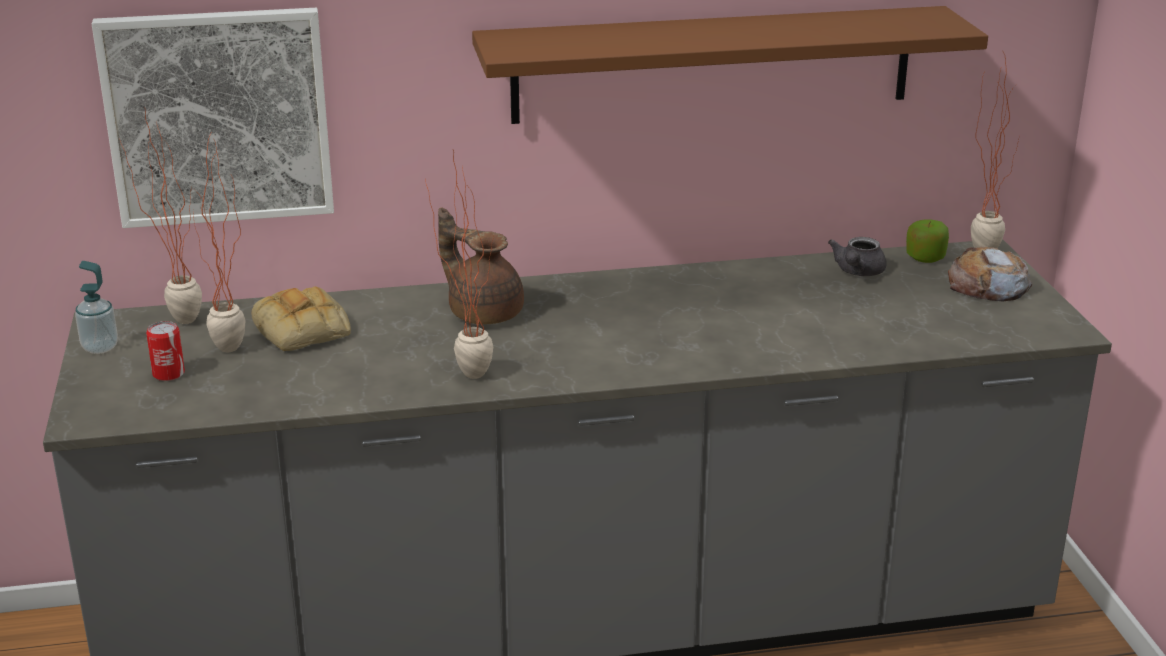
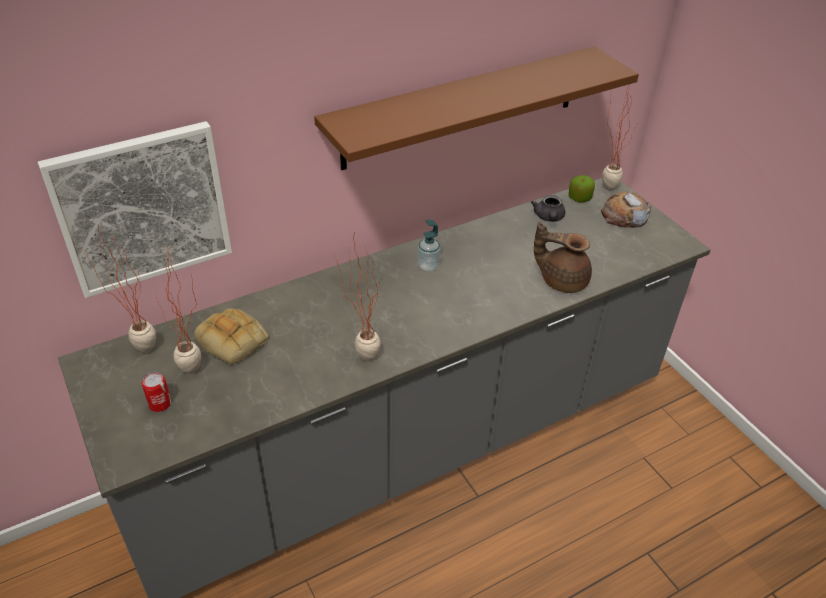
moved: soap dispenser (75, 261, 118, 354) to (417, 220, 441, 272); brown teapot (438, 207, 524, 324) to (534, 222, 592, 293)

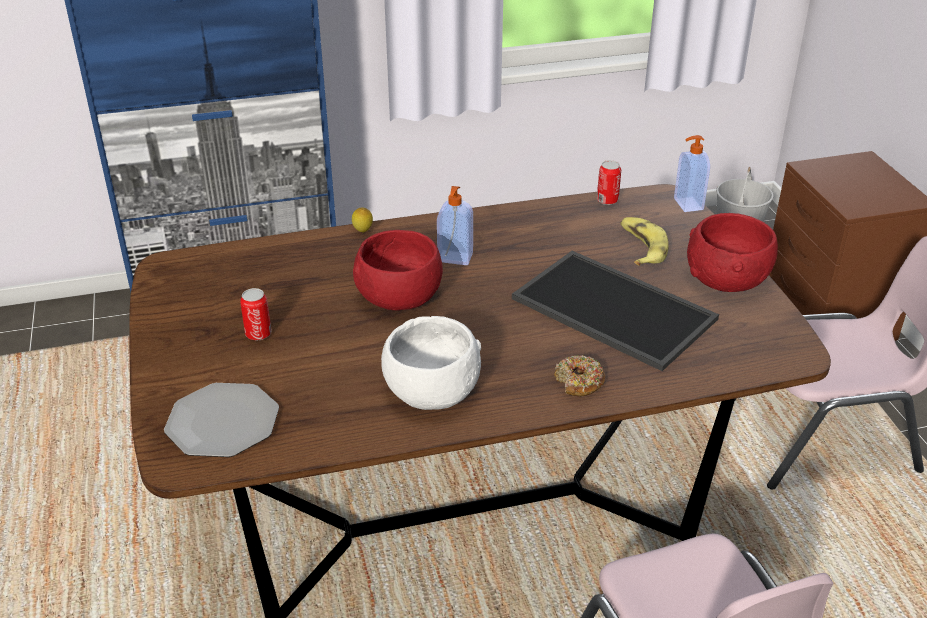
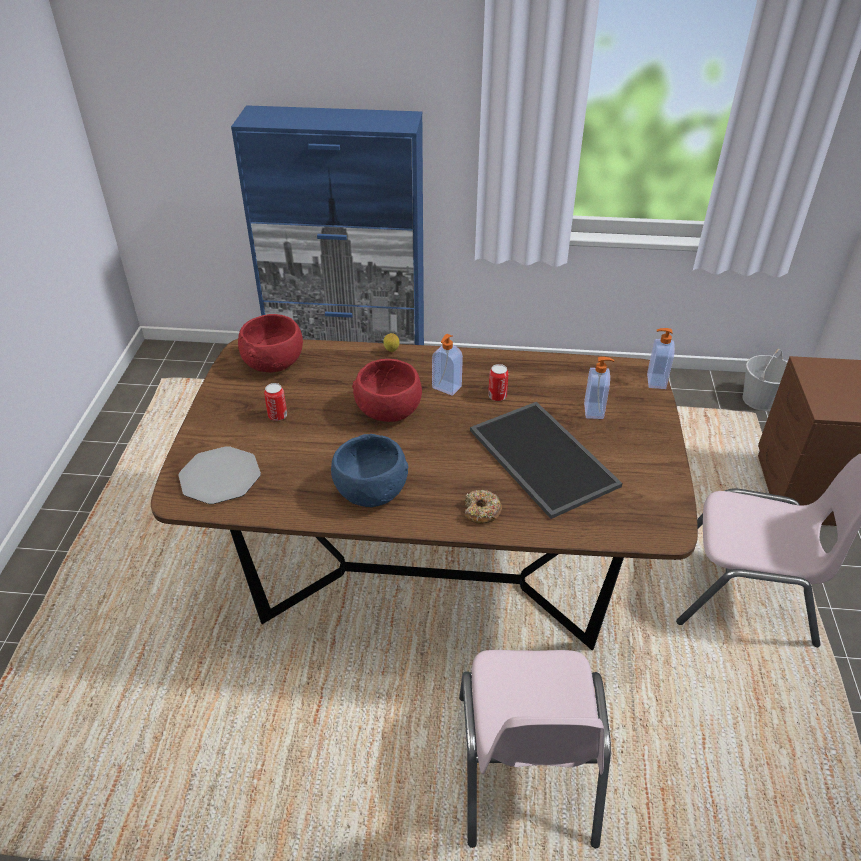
moved: red bowl (687, 213, 778, 292) to (238, 314, 303, 373); can (597, 160, 621, 205) to (488, 364, 509, 401)
replaced: banana (620, 217, 669, 266) to soap dispenser (584, 357, 614, 419)
recoloured: white bowl (381, 316, 481, 410) to blue bowl (331, 434, 408, 507)

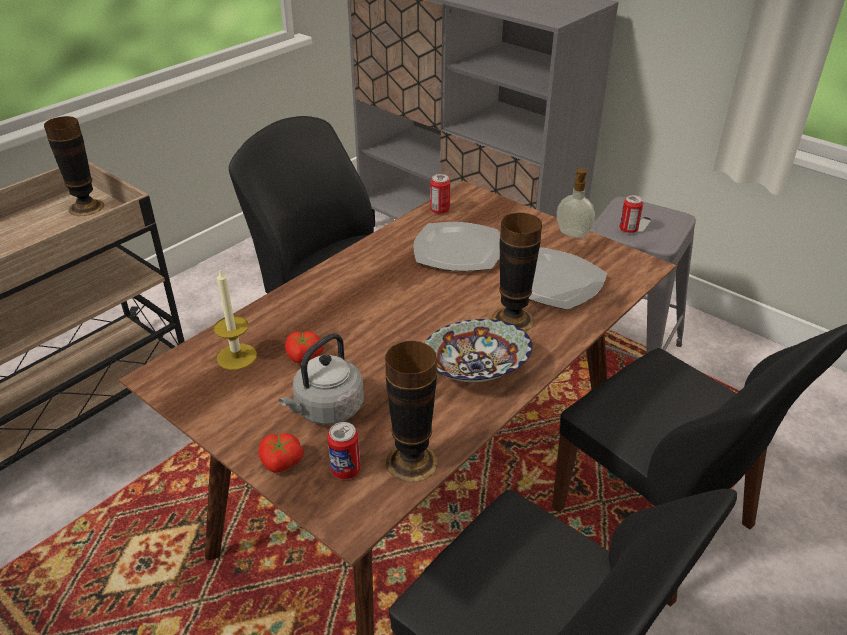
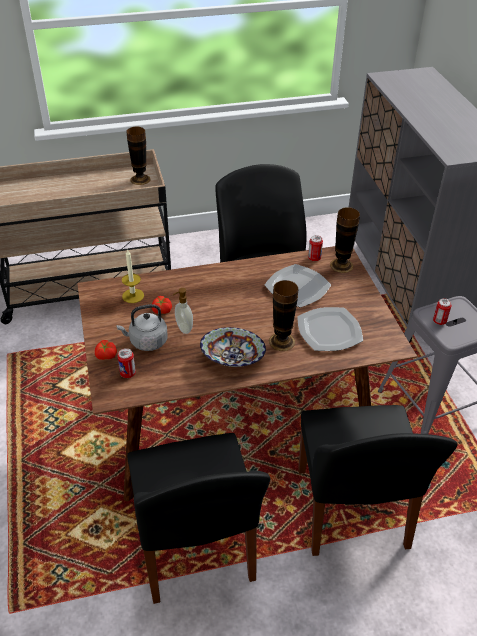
moved: soap dispenser (557, 168, 595, 238) to (173, 288, 193, 334); vase (385, 341, 438, 482) to (330, 207, 360, 273)

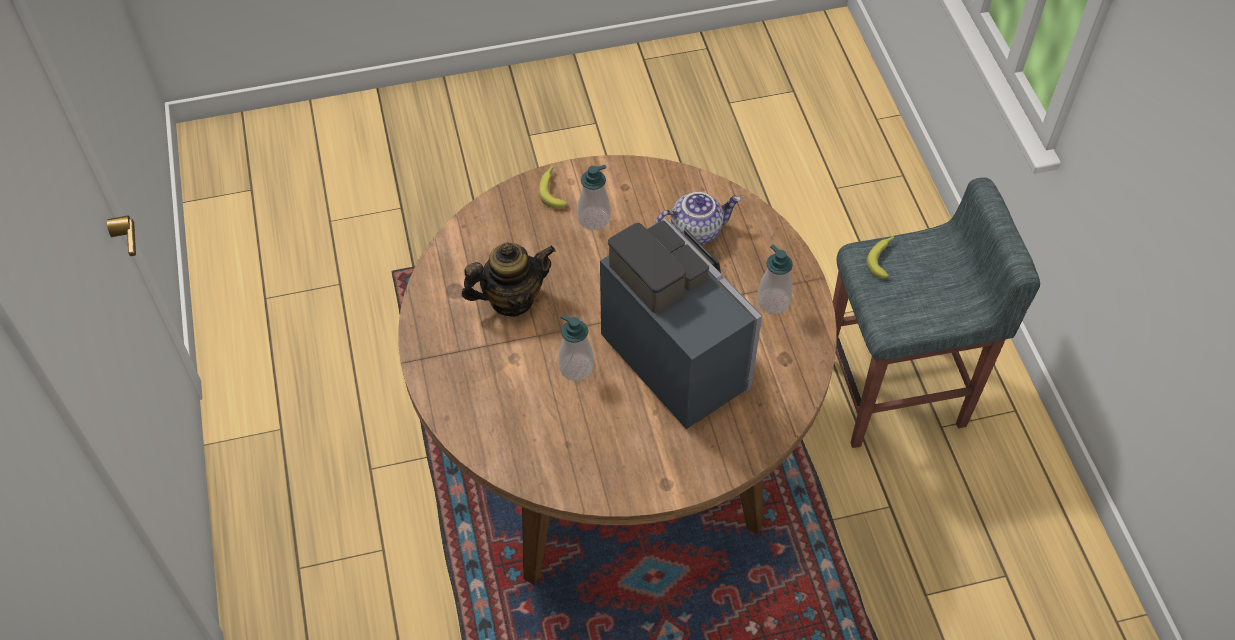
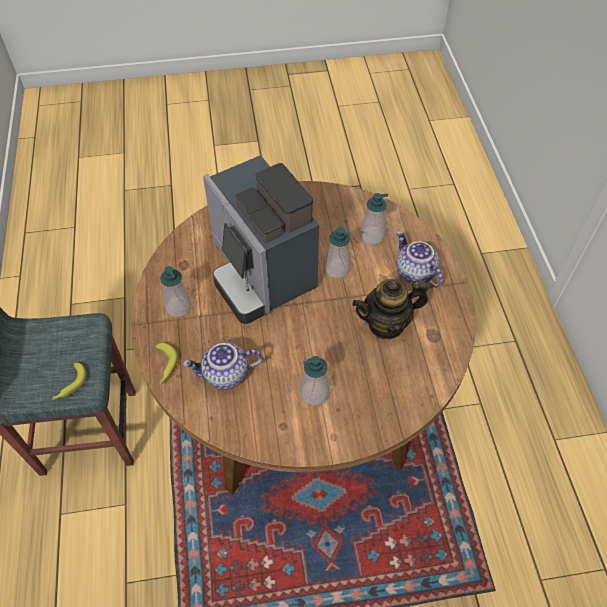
added: soap dispenser (360, 193, 388, 245); teapot (397, 231, 443, 287)
moved: banana (539, 165, 567, 209) to (155, 343, 178, 385)

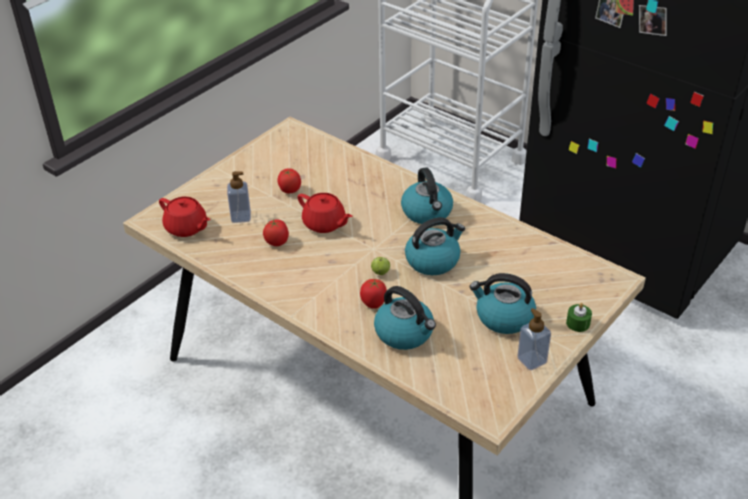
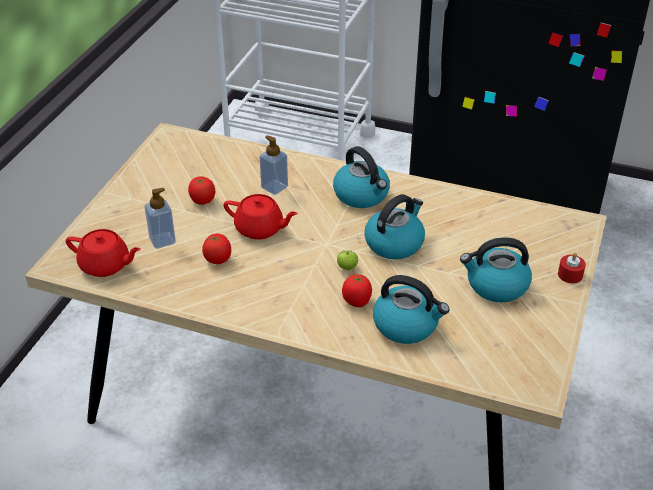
moved: soap dispenser (517, 308, 551, 370) to (260, 135, 288, 195)
recoloured: green candle (566, 303, 592, 332) to red candle (558, 252, 586, 283)

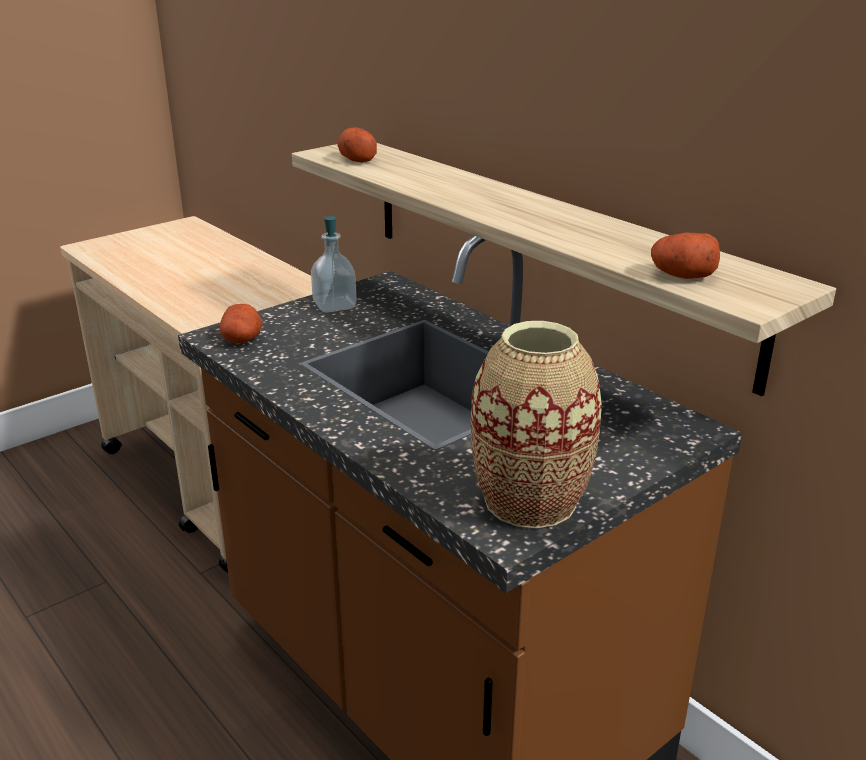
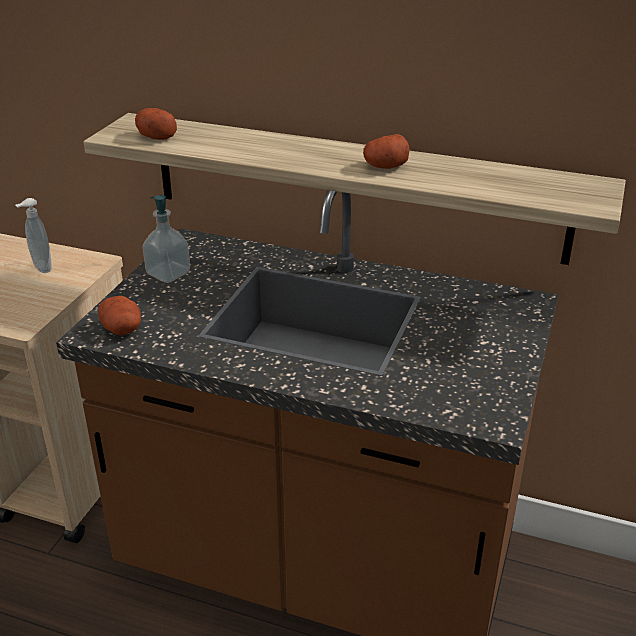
removed: vase (471, 321, 602, 529)
added: soap dispenser (16, 198, 52, 273)
moved: potato (651, 233, 720, 279) to (363, 134, 410, 169)

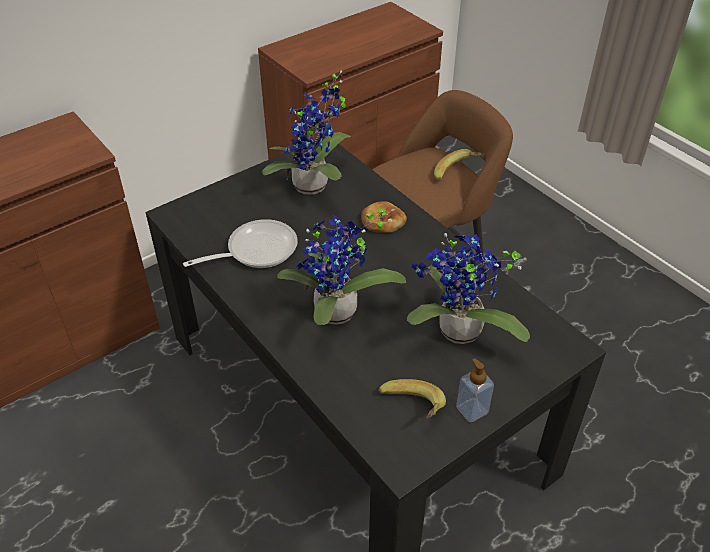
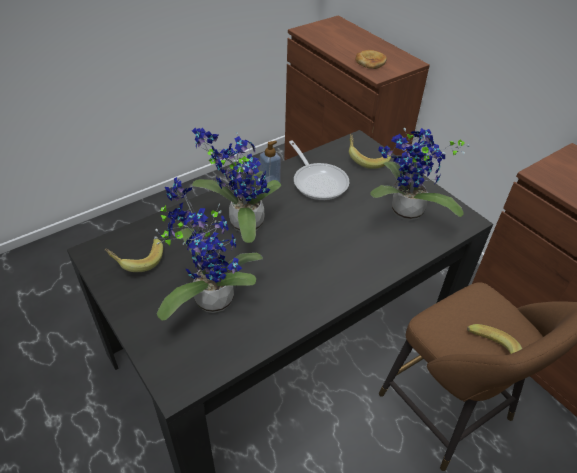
added: banana (349, 134, 391, 169)
moved: soap dispenser (456, 358, 494, 422) to (260, 141, 281, 183); bread (361, 201, 407, 233) to (355, 50, 387, 69)

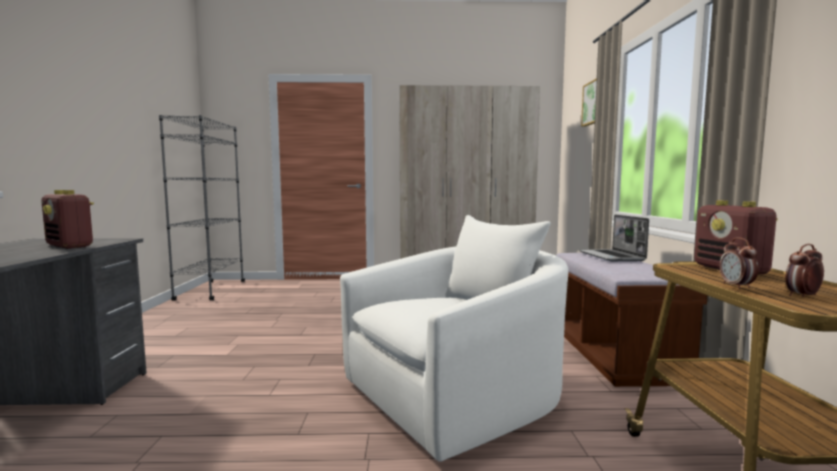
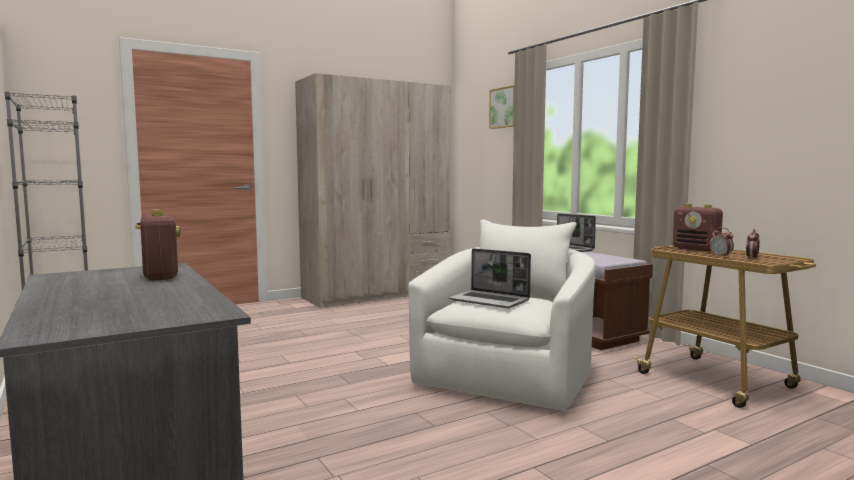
added: laptop (449, 248, 531, 308)
turned: radio (41, 190, 94, 249) = (135, 209, 181, 281) 120 degrees counterclockwise

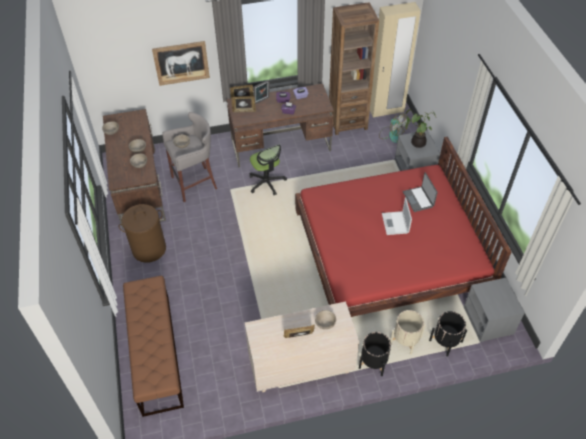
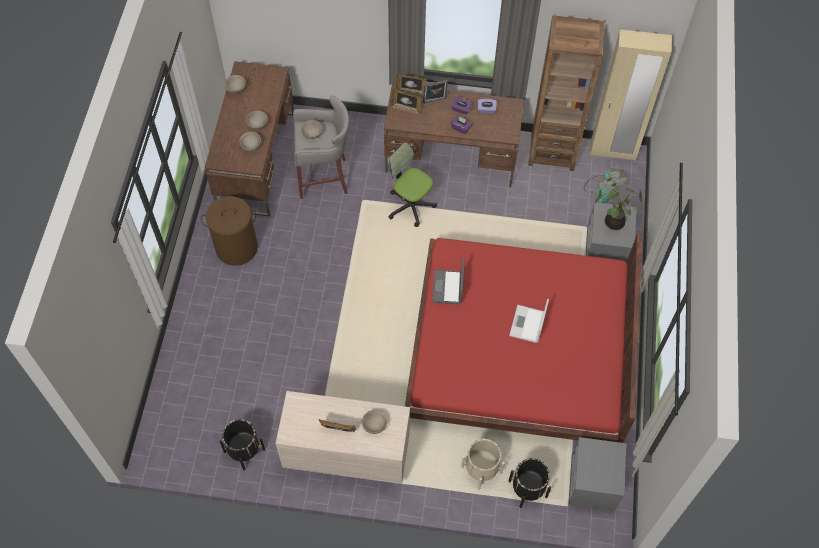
removed: brown bench (123, 276, 184, 417); picture (152, 41, 210, 86)
moved: black planter (359, 332, 391, 376) to (219, 419, 265, 470); laptop (403, 172, 438, 212) to (432, 258, 465, 304)
turned: office chair (250, 144, 287, 196) = (388, 143, 437, 227) 135 degrees clockwise

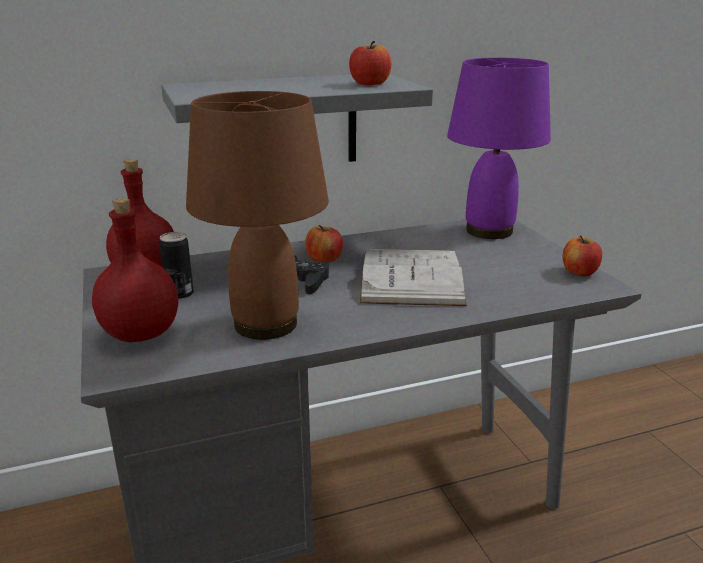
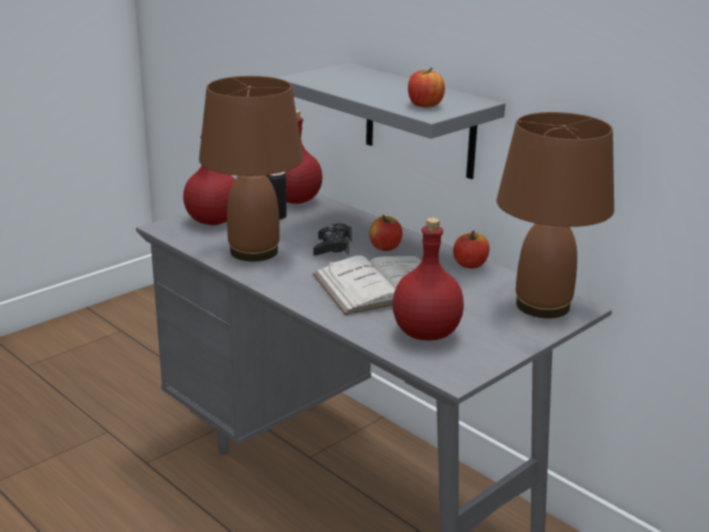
added: red bottle (392, 217, 464, 341)
moved: apple (563, 236, 602, 276) to (453, 231, 490, 268)
recoloured: purple table lamp (447, 57, 551, 239) to brown table lamp (496, 112, 614, 318)

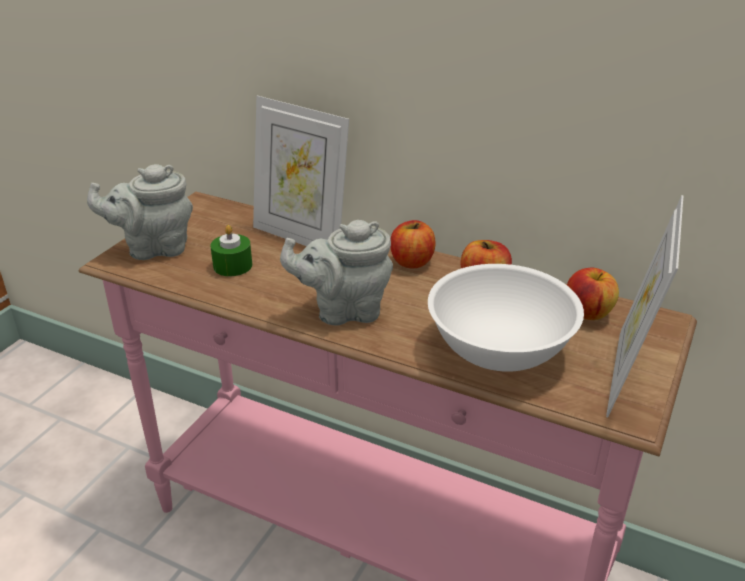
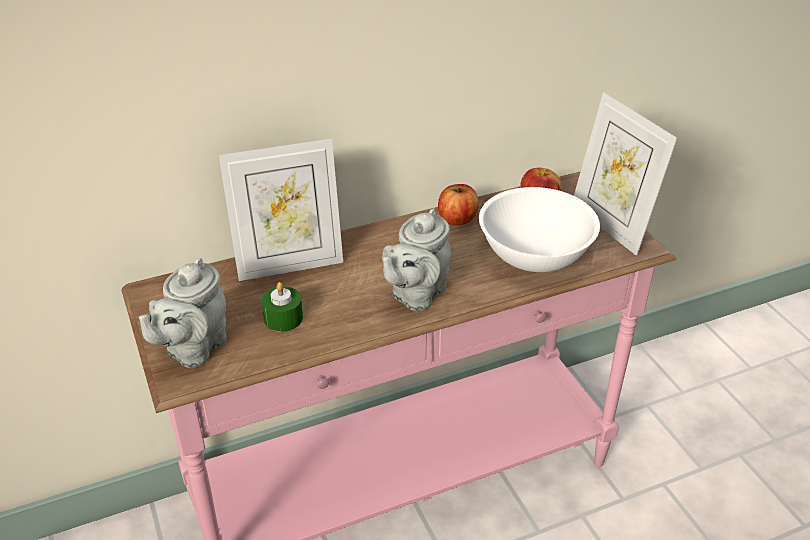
removed: apple (391, 220, 436, 268)

